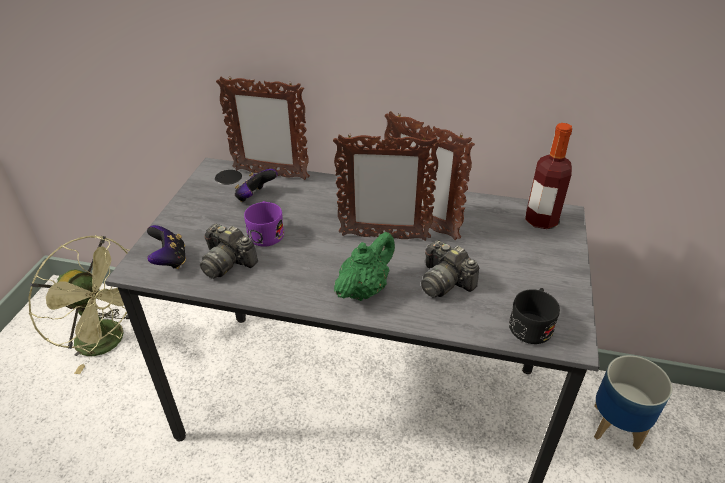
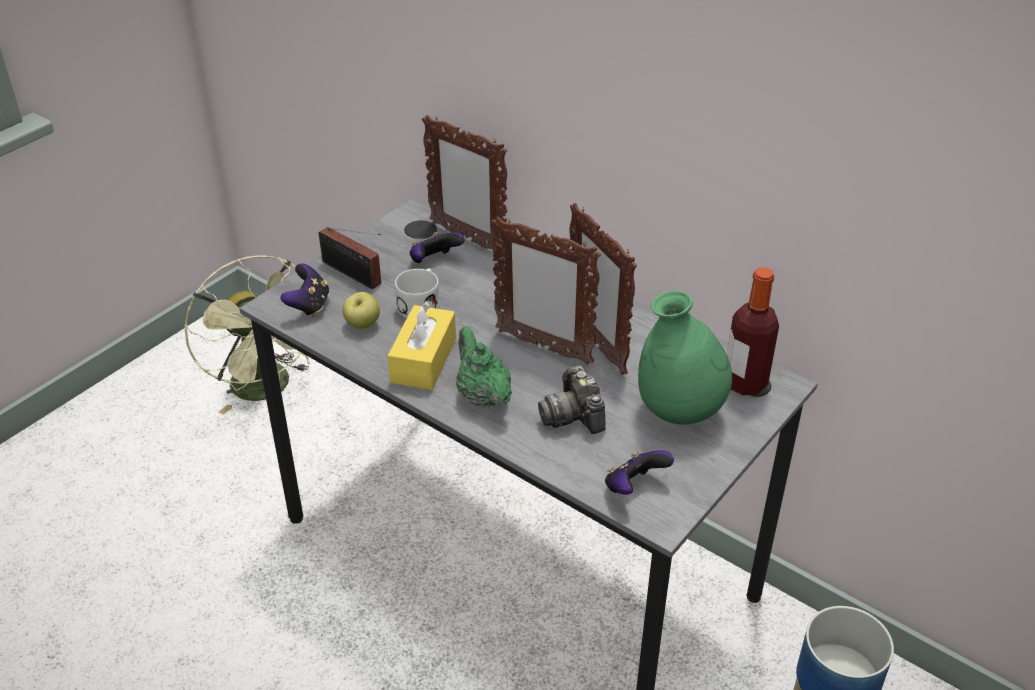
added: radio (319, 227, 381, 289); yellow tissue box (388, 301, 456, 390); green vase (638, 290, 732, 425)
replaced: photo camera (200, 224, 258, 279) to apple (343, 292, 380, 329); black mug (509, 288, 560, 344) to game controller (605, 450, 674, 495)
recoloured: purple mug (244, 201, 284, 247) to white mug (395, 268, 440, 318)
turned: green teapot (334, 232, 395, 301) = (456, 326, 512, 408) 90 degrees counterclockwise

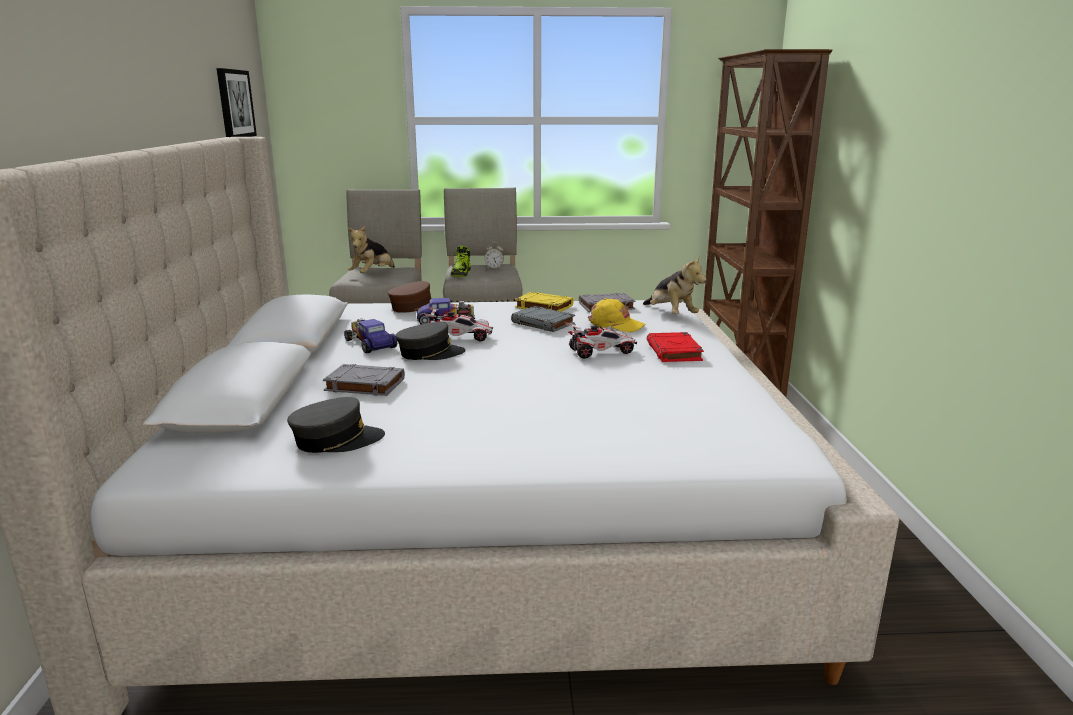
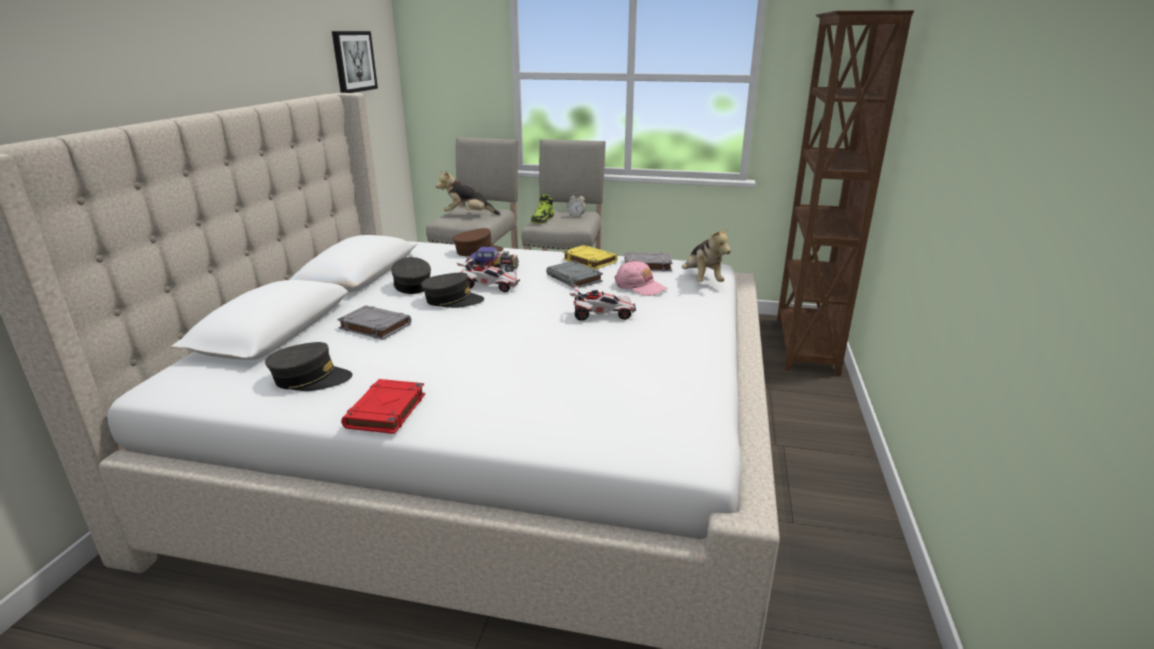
moved: red book (647, 332, 704, 362) to (341, 379, 425, 434)
replaced: toy car (344, 319, 397, 354) to grey cap (391, 257, 431, 294)
recoloured: yellow cap (588, 298, 646, 332) to pink cap (615, 260, 667, 296)
turned: plush toy (348, 226, 395, 273) = (436, 170, 500, 215) 45 degrees clockwise

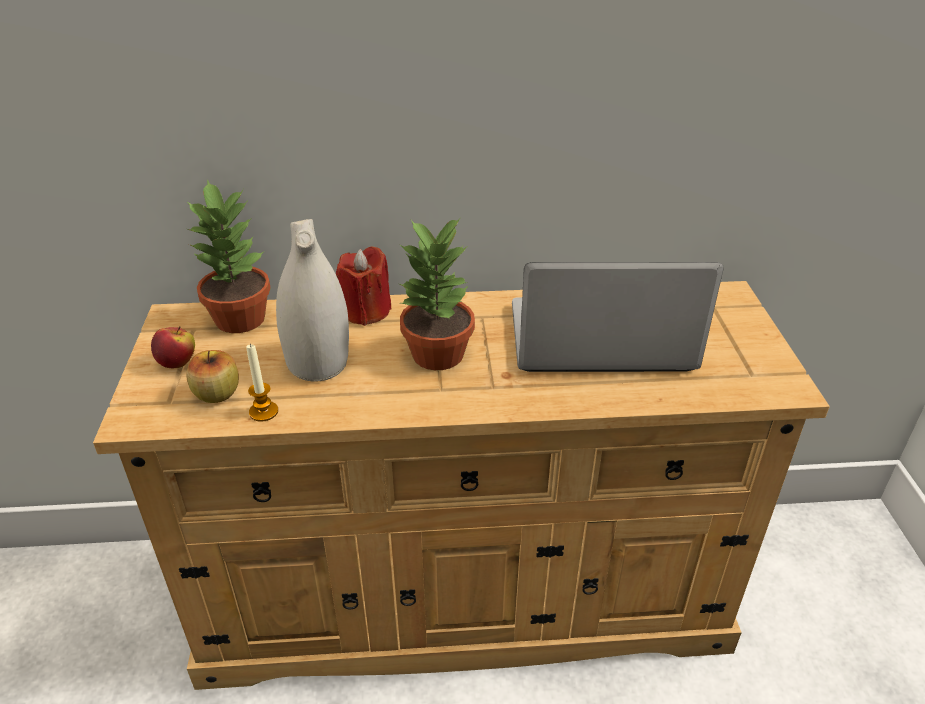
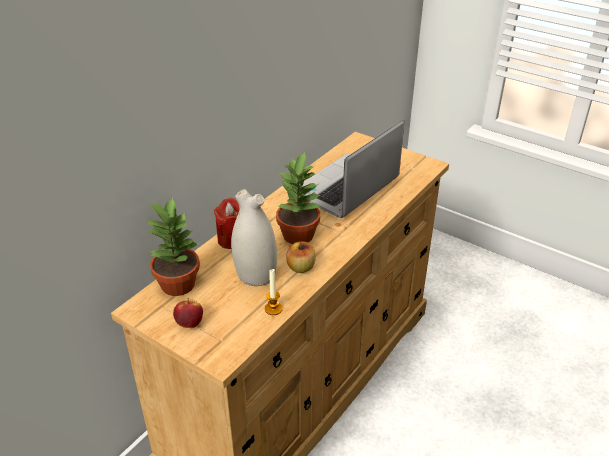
moved: apple (186, 350, 239, 403) to (286, 241, 316, 273)

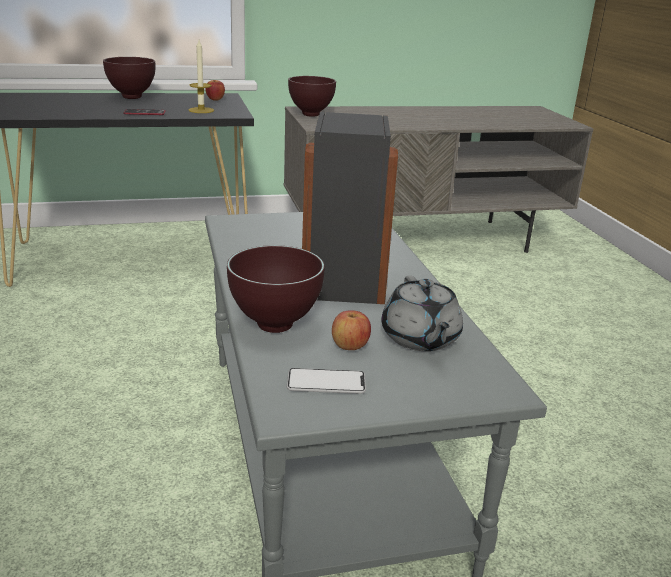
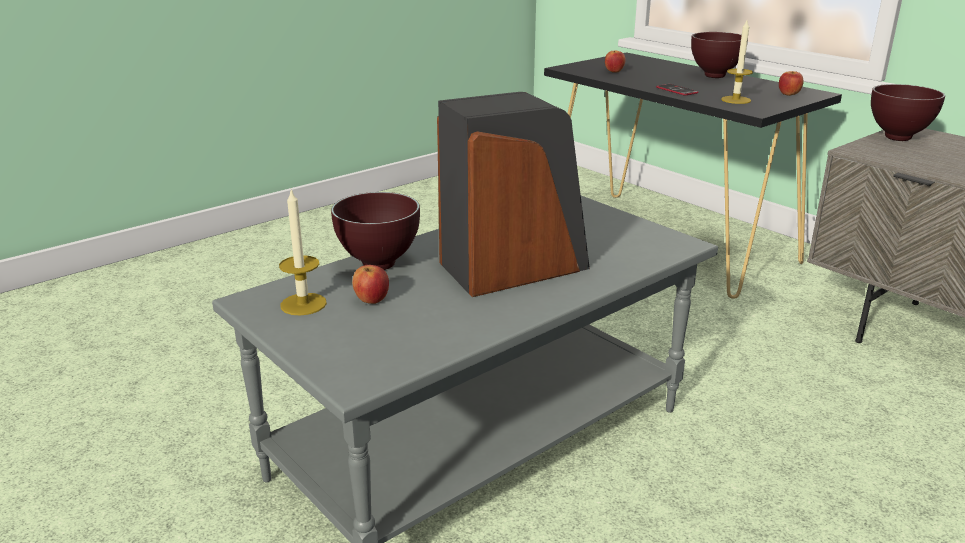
removed: grey teapot (381, 275, 463, 351)
added: apple (605, 51, 626, 73)
replaced: phone (287, 368, 366, 394) to candle (279, 189, 327, 316)

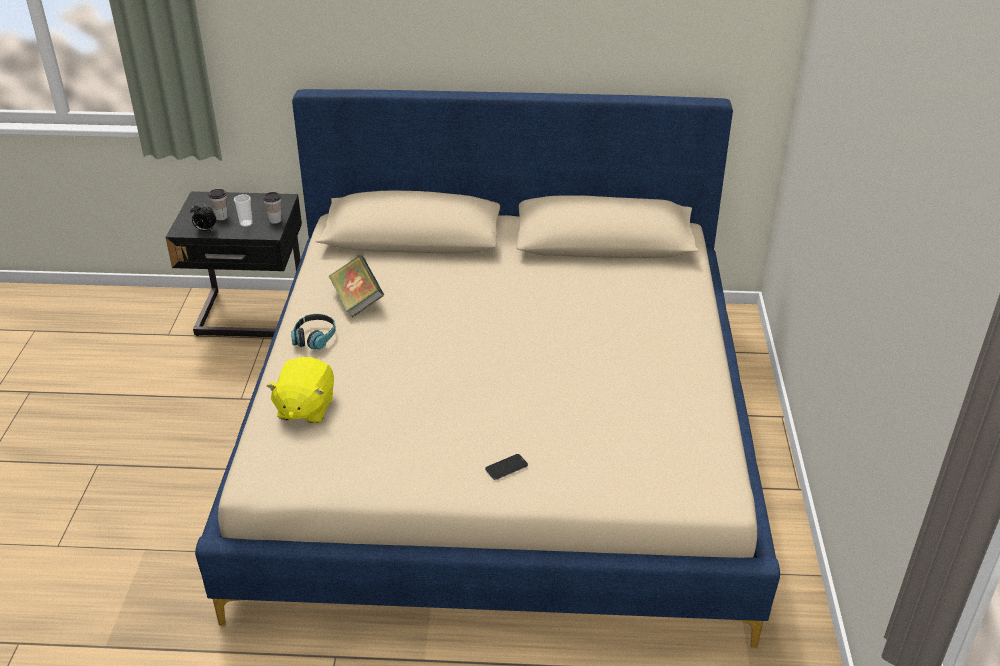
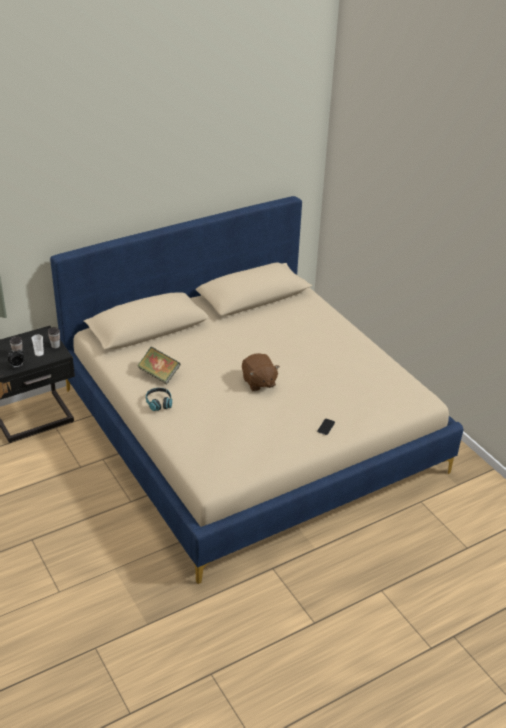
removed: yellow plush toy (266, 357, 334, 423)
added: brown plush toy (242, 353, 280, 391)

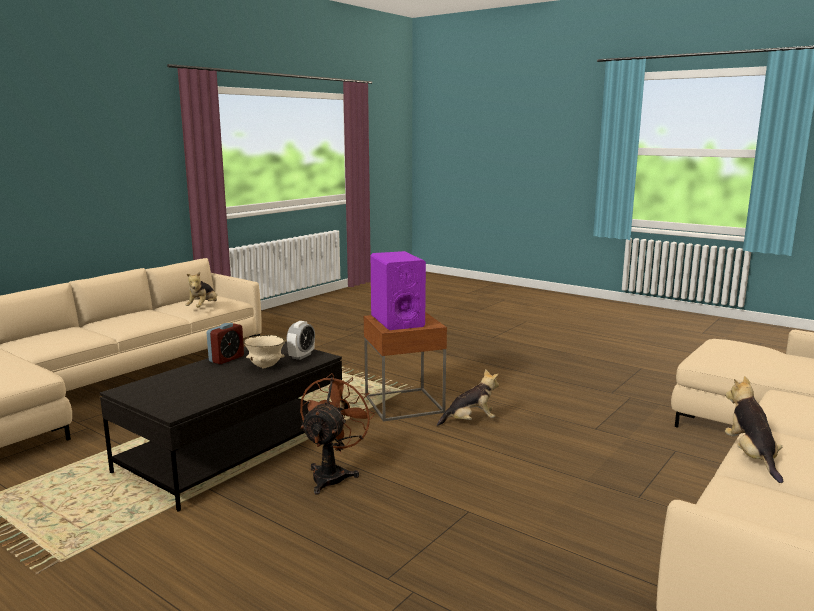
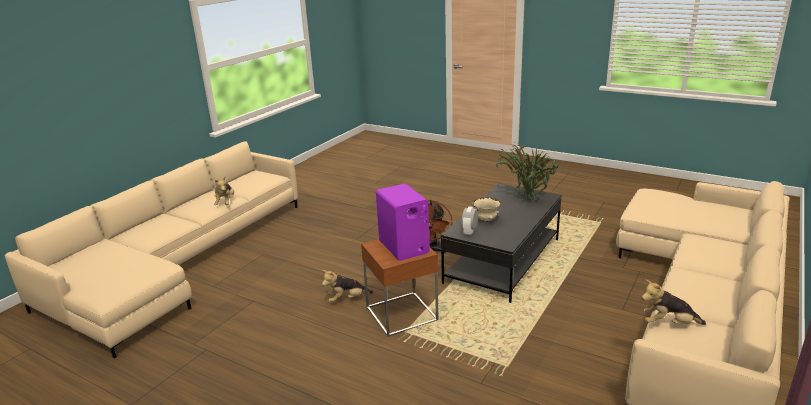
removed: alarm clock (207, 323, 244, 364)
added: potted plant (496, 142, 559, 201)
turned: plush toy (185, 272, 217, 308) = (642, 280, 706, 325) 90 degrees counterclockwise

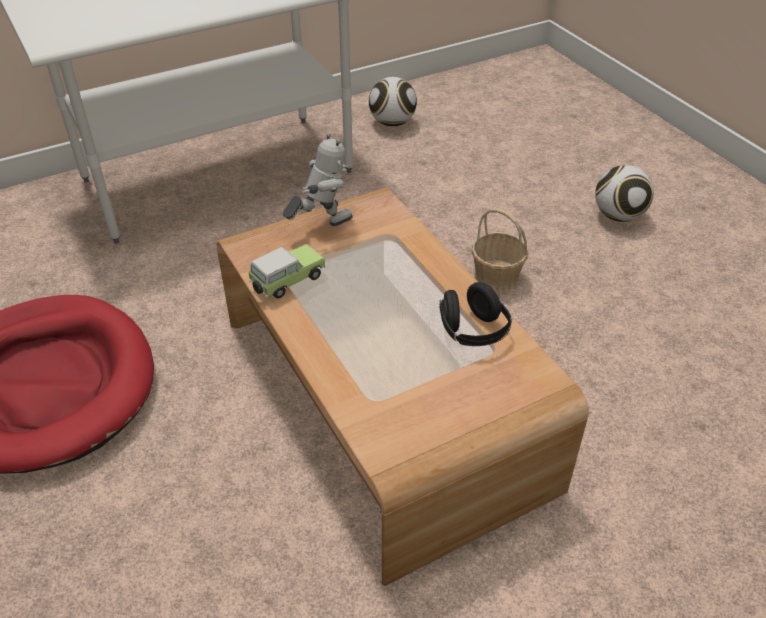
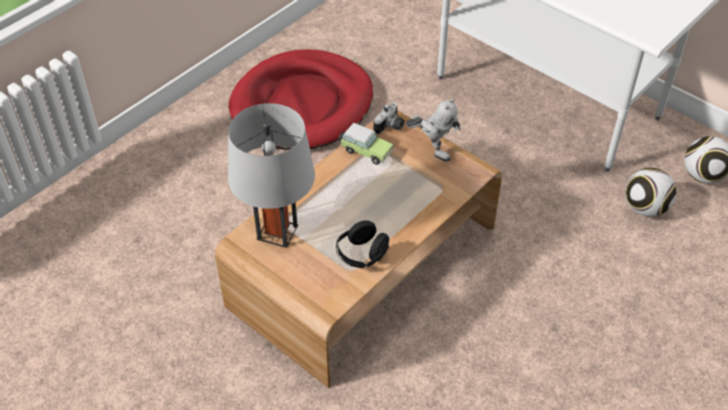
removed: basket (472, 208, 528, 292)
added: grey table lamp (228, 103, 315, 248); photo camera (373, 102, 404, 134)
moved: football (595, 165, 654, 222) to (625, 168, 676, 217)

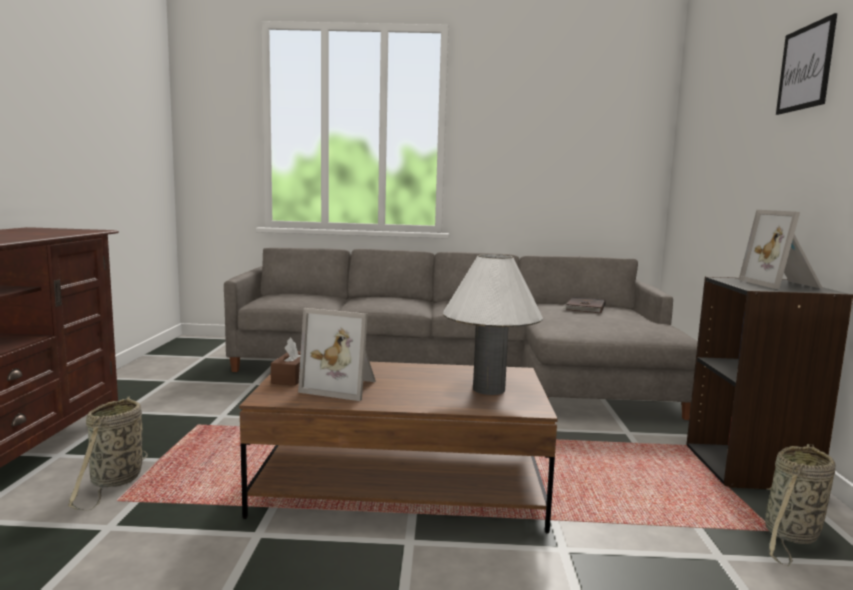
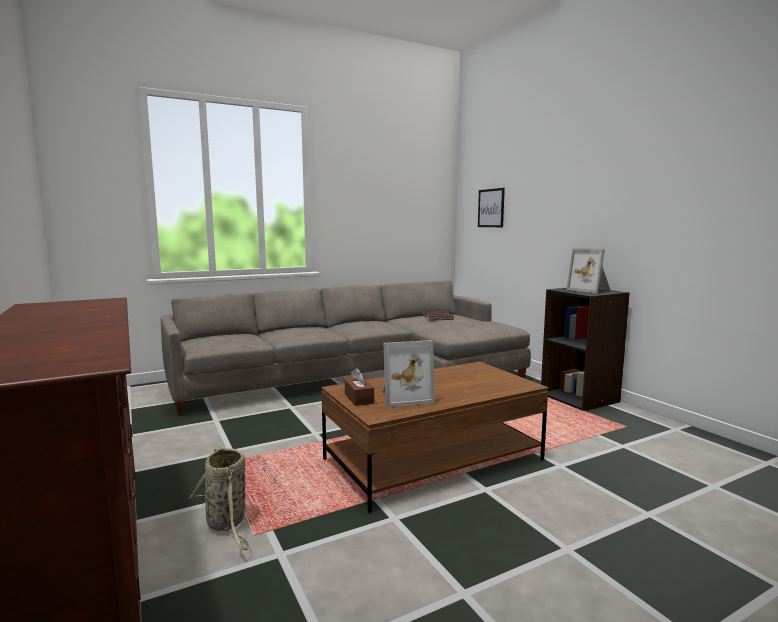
removed: white table lamp (443, 254, 543, 395); basket (765, 444, 835, 567)
moved: picture (776, 13, 837, 115) to (478, 188, 505, 227)

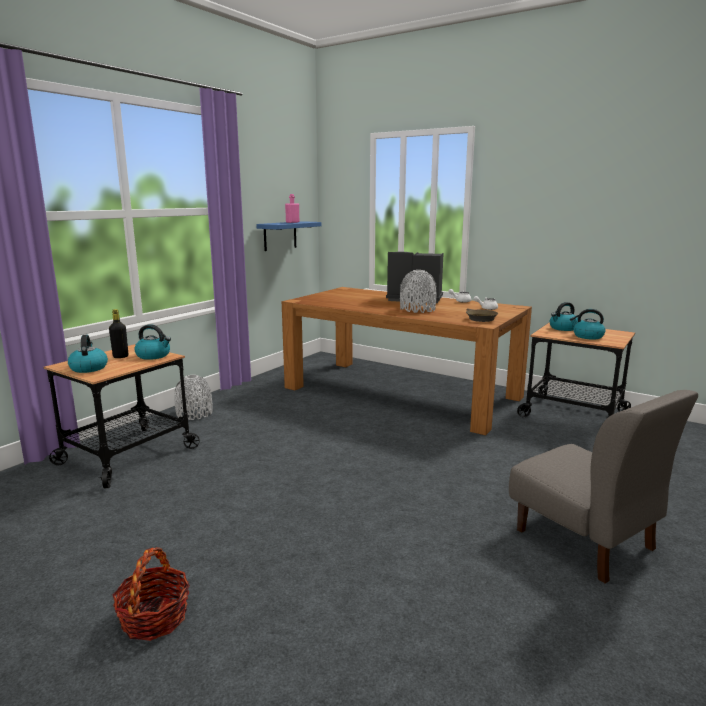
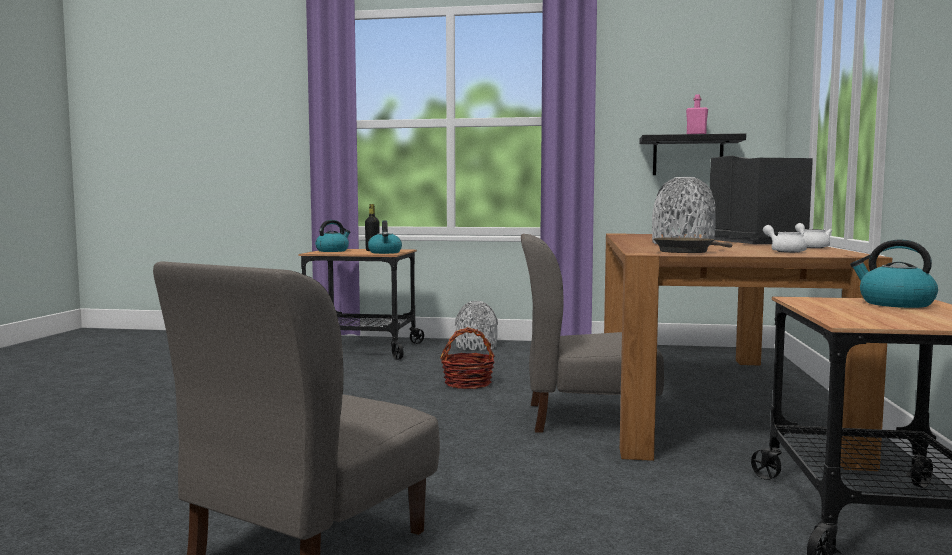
removed: kettle (570, 309, 606, 340)
added: grey chair (521, 234, 664, 433)
moved: basket (113, 547, 190, 641) to (440, 327, 495, 389)
recoloured: blue shelf (256, 221, 321, 251) to black shelf (639, 133, 746, 175)

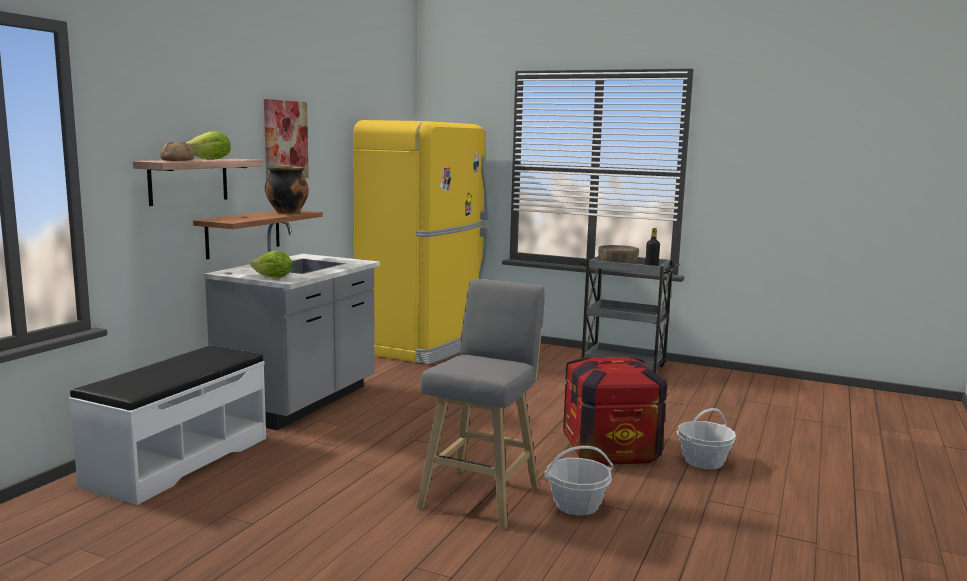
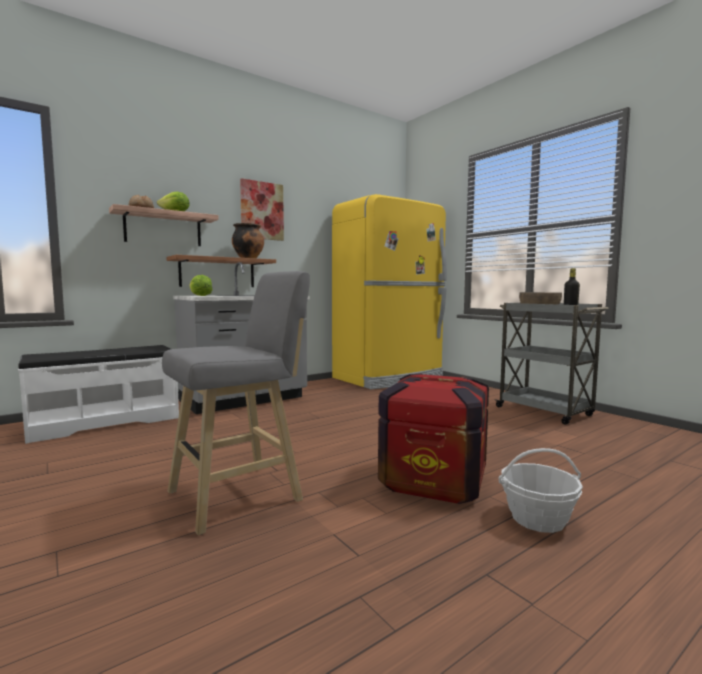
removed: basket (544, 446, 613, 515)

